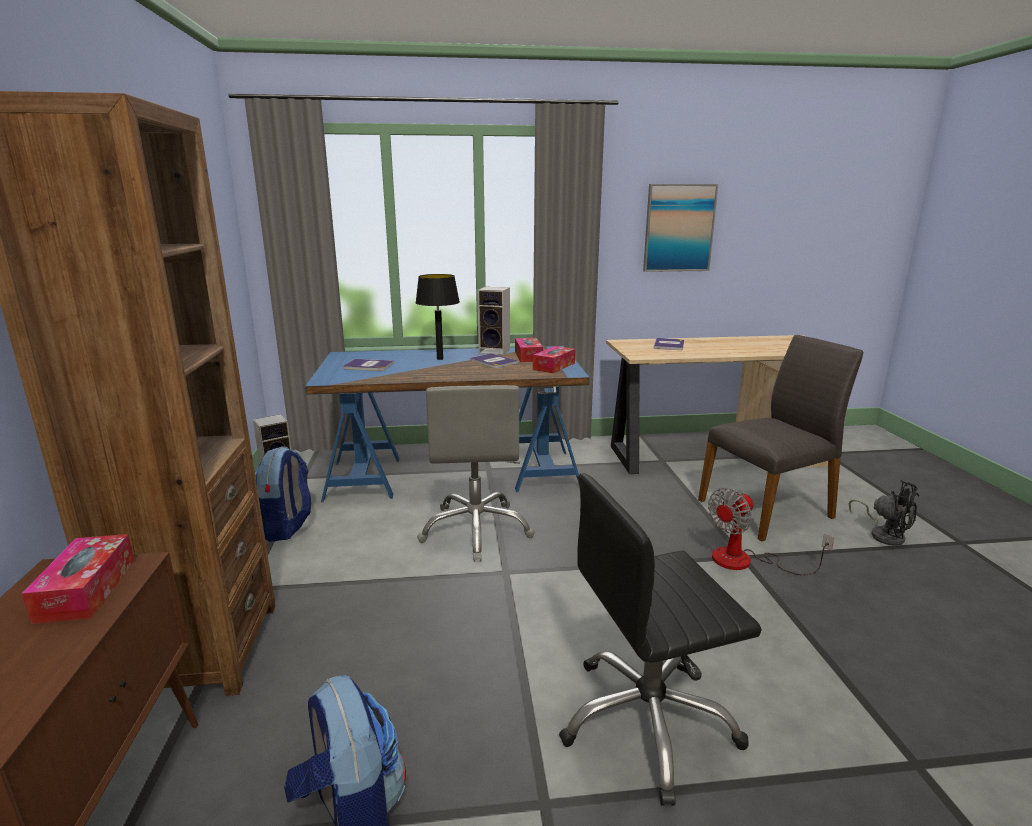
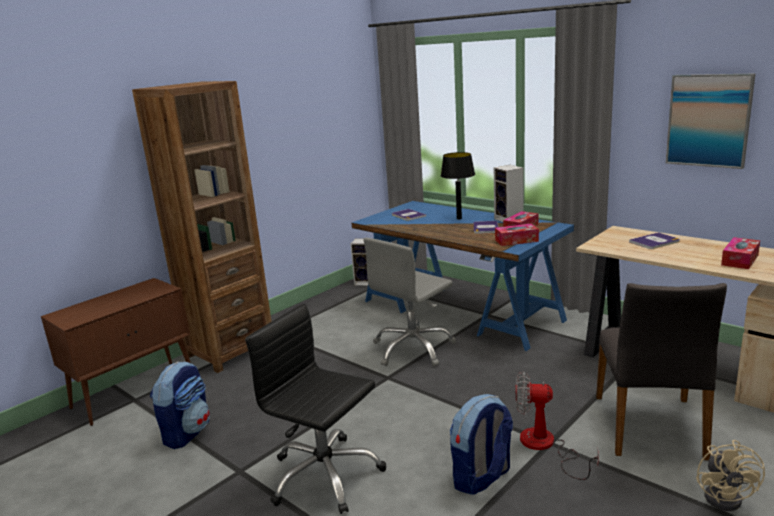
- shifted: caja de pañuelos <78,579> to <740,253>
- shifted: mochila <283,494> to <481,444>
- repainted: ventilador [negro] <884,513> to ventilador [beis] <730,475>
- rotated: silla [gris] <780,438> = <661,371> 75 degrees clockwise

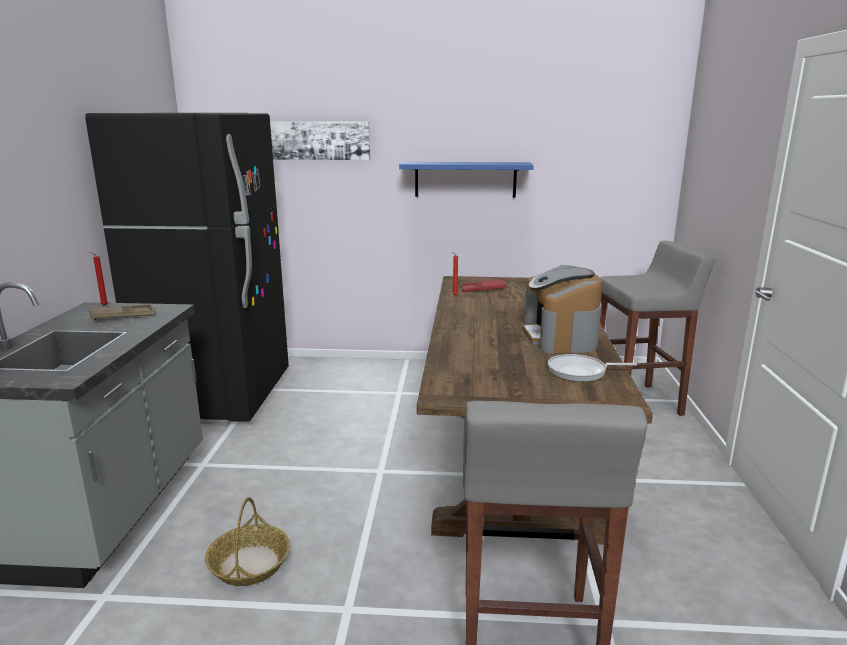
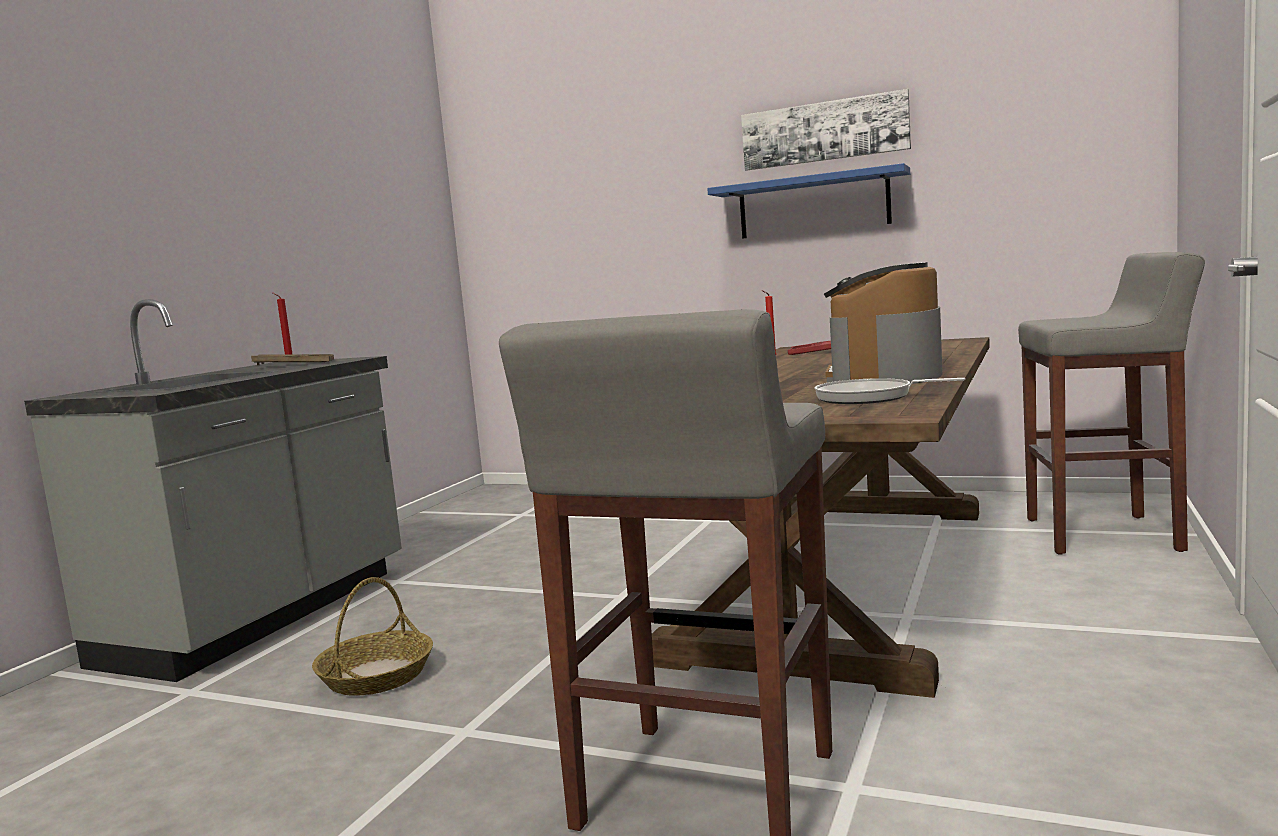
- gone: nevera [negro] <187,269>
- shifted: cuadro <320,141> to <826,130>

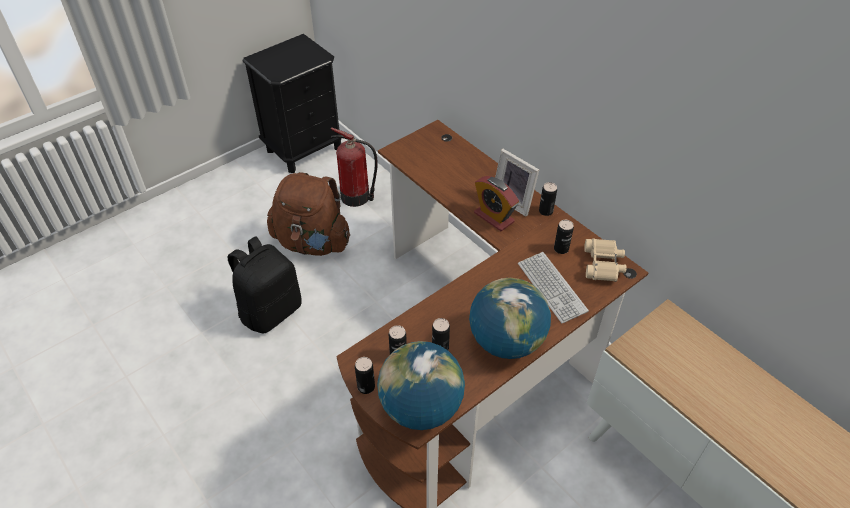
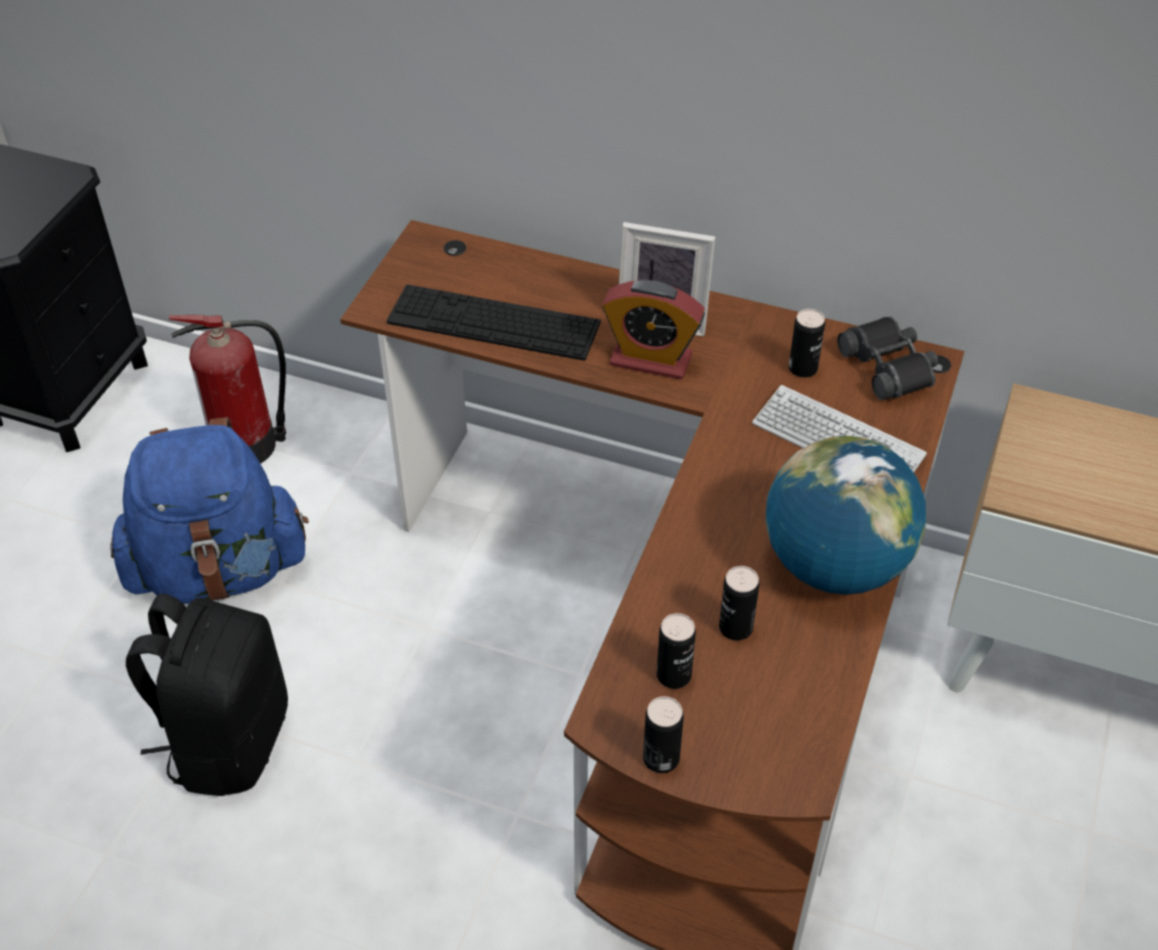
- gone: globo terráqueo <421,385>
- gone: lata <548,199>
- new: teclado <494,322>
- repainted: mochila [marrón] <308,214> to mochila [azul] <209,510>
- repainted: prismáticos [beis] <605,260> to prismáticos [negro] <887,358>

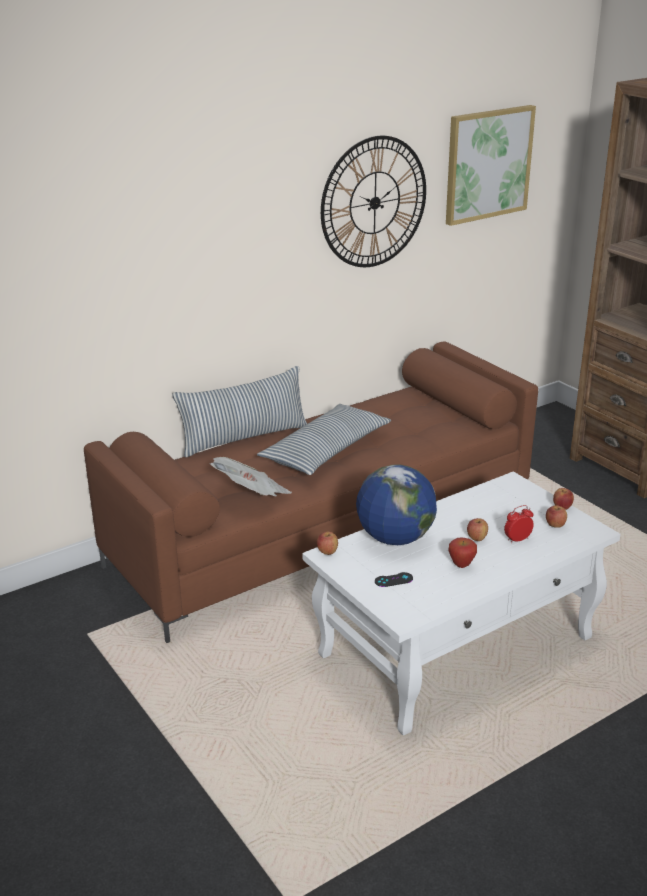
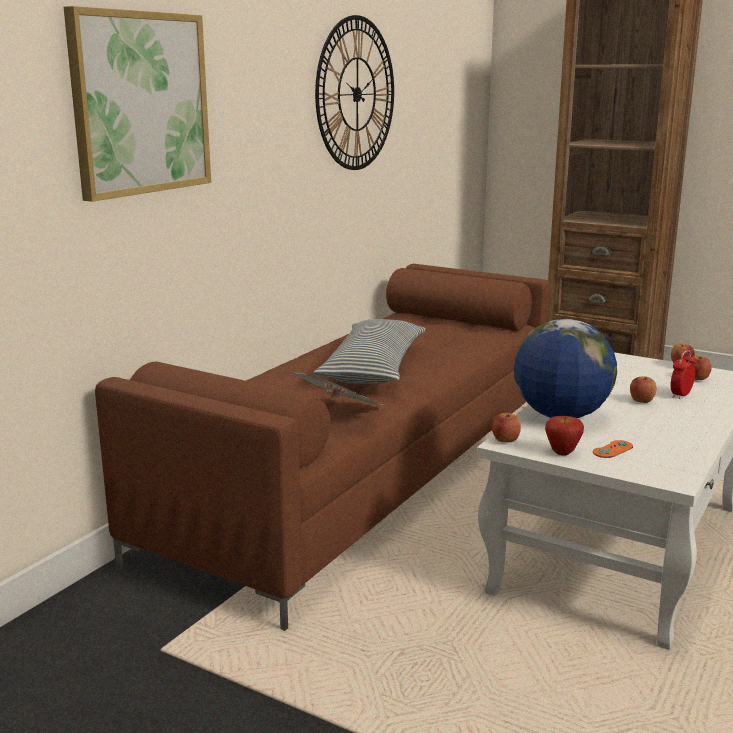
- gone: cojín <239,411>
- shifted: cuadro <491,165> to <137,104>
- shifted: manzana <462,552> to <564,436>
- repainted: mando de consola [negro] <394,579> to mando de consola [naranja] <613,449>

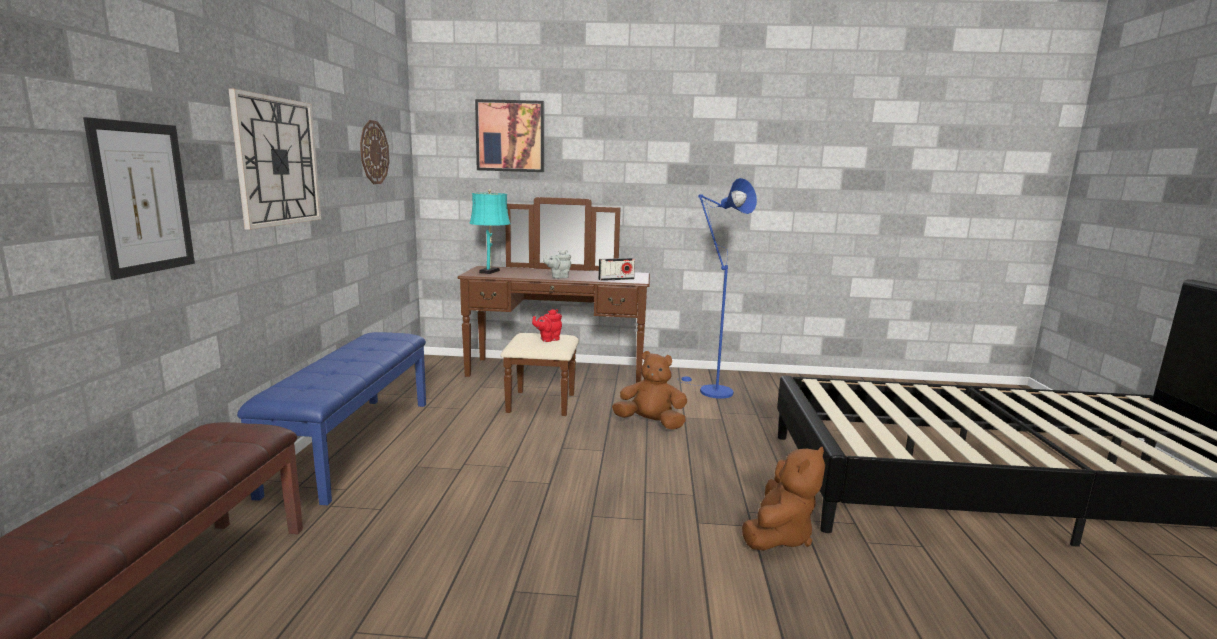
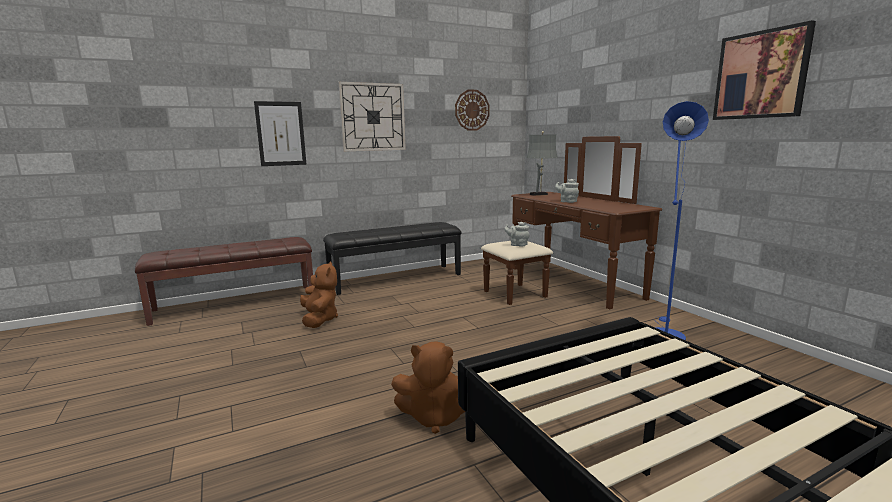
- gone: radio <616,269>
- shifted: cuadro <509,135> to <764,70>
- shifted: peluche [marrón] <649,390> to <319,294>
- repainted: banco [azul] <331,418> to banco [negro] <392,258>
- repainted: lámpara de mesa [turquesa] <490,231> to lámpara de mesa [gris] <542,163>
- repainted: tetera [rojo] <547,325> to tetera [gris] <517,234>

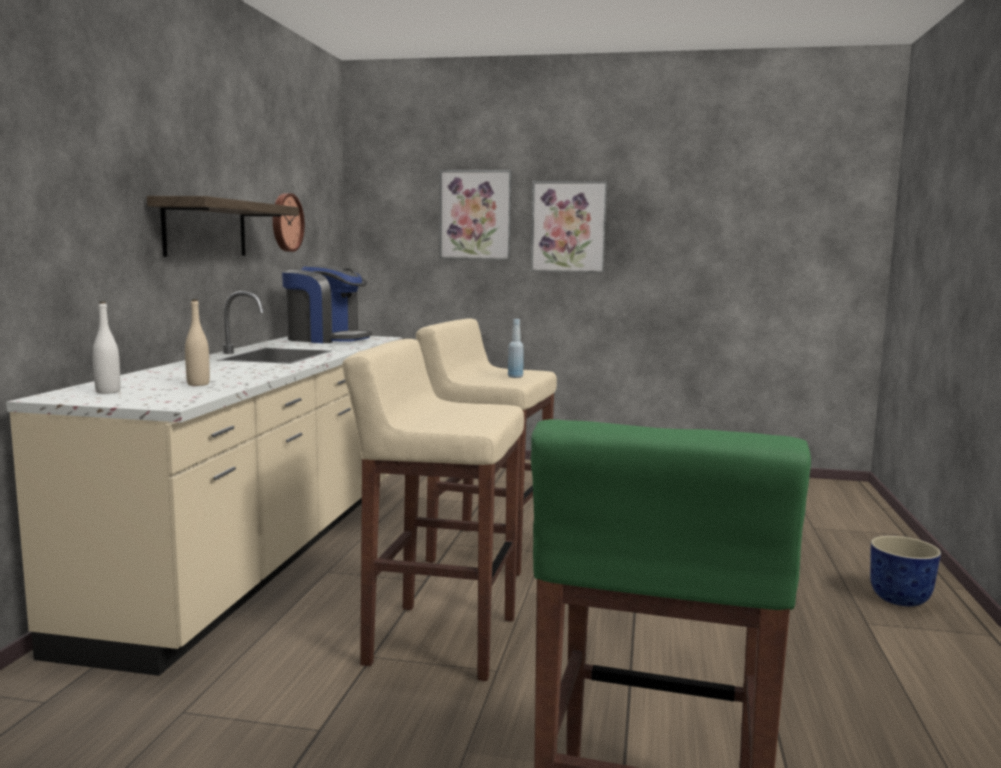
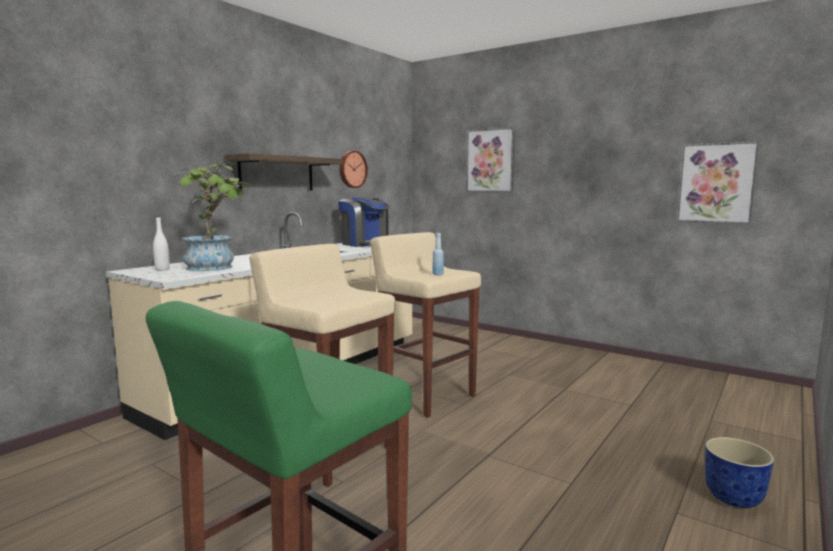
- shifted: cuadro <569,227> to <718,182>
- swapped: botella [beis] <197,342> to planta en maceta <212,216>

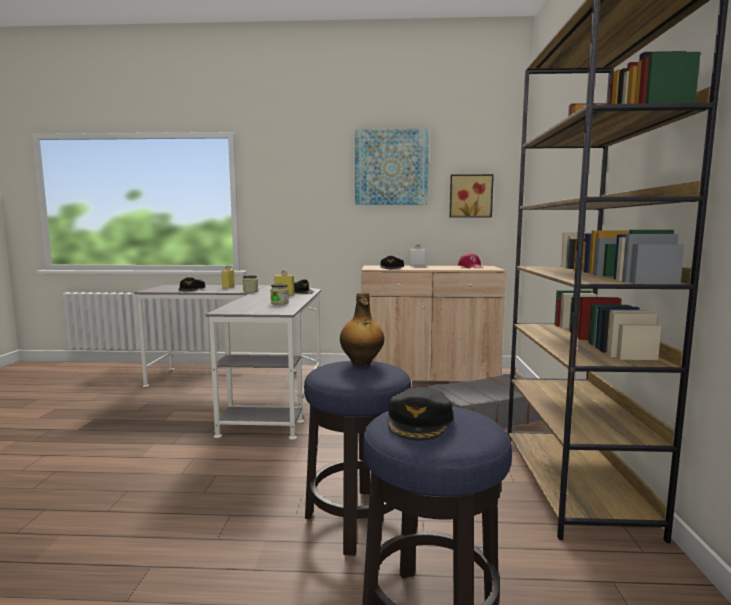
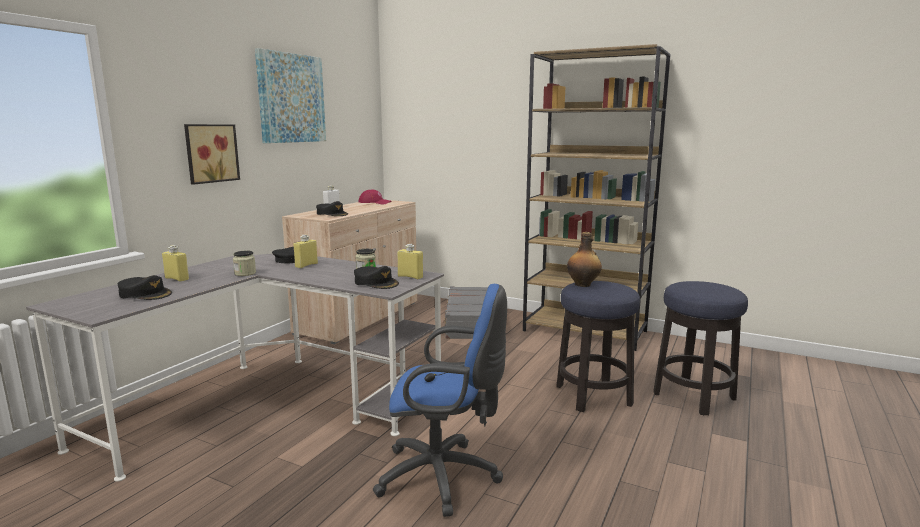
- new: silla de oficina [azul] <440,400>
- new: botella [amarillo] <410,261>
- shifted: gorra [negro] <420,413> to <376,277>
- shifted: cuadro <472,195> to <212,154>

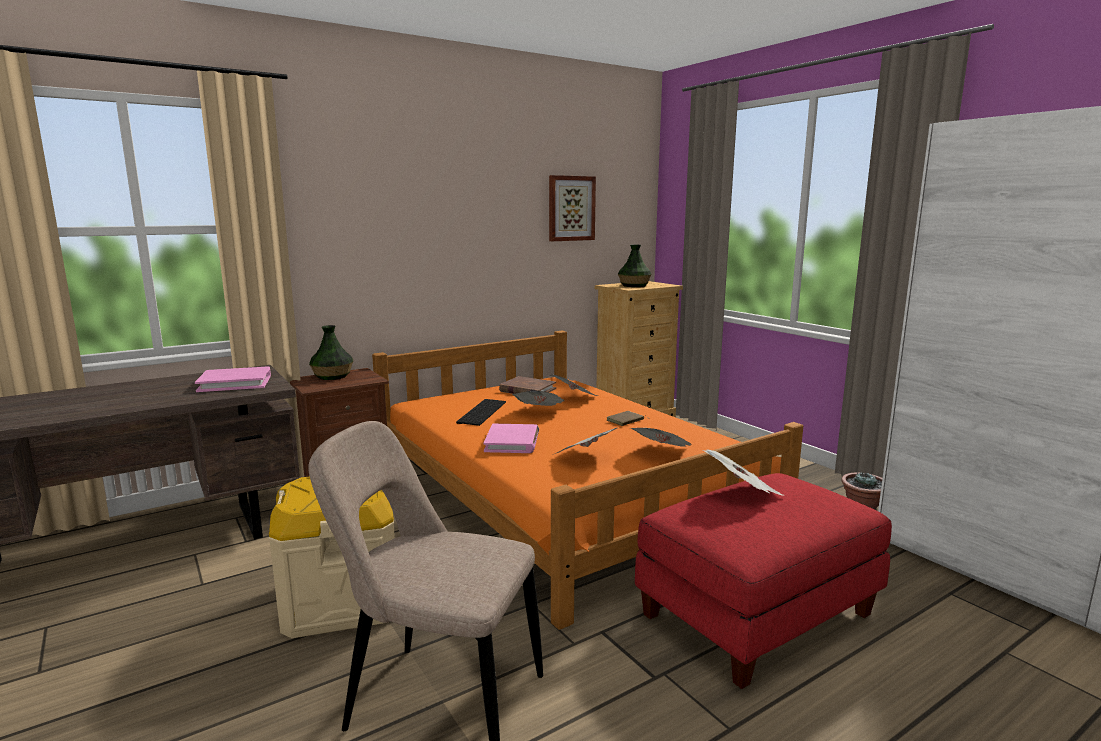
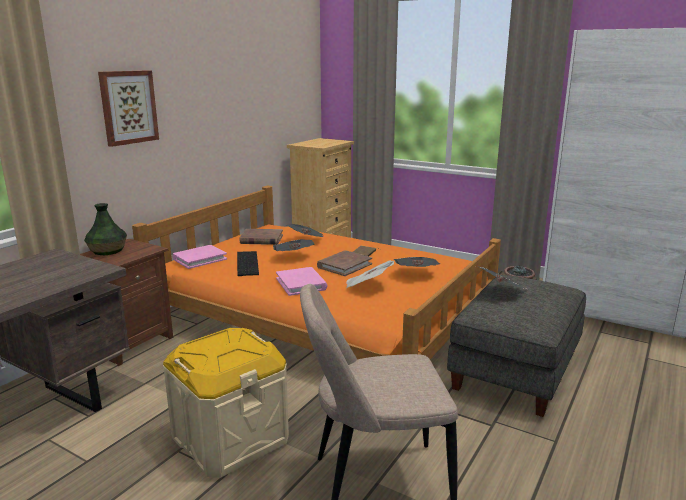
- gone: florero <635,266>
- new: libro [marrón] <344,263>
- shifted: libro [rosa] <233,379> to <200,257>
- shifted: cuadro <572,208> to <128,108>
- repainted: puf [rojo] <763,581> to puf [gris] <516,346>

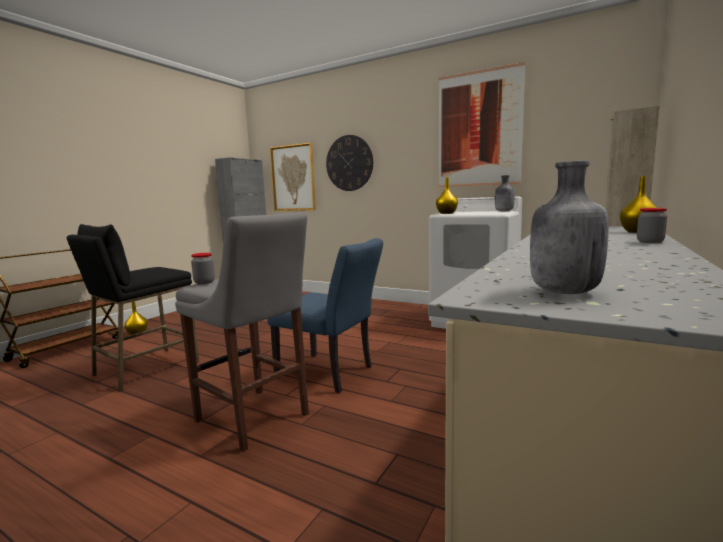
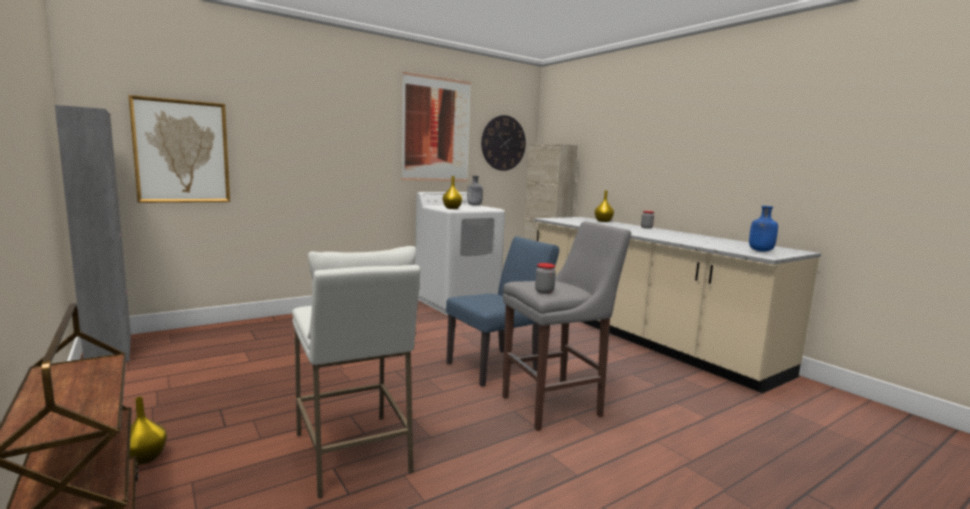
- shifted: reloj de pared <349,163> to <503,143>
- repainted: taburete [negro] <133,307> to taburete [blanco] <356,372>
- repainted: botella [gris] <569,227> to botella [azul] <763,229>

